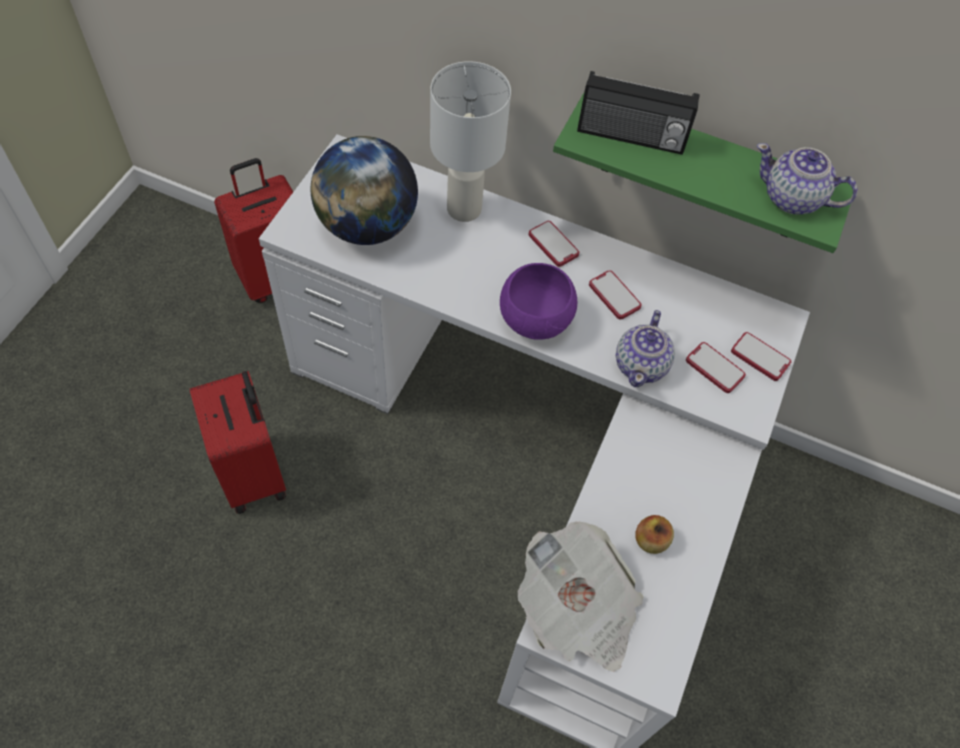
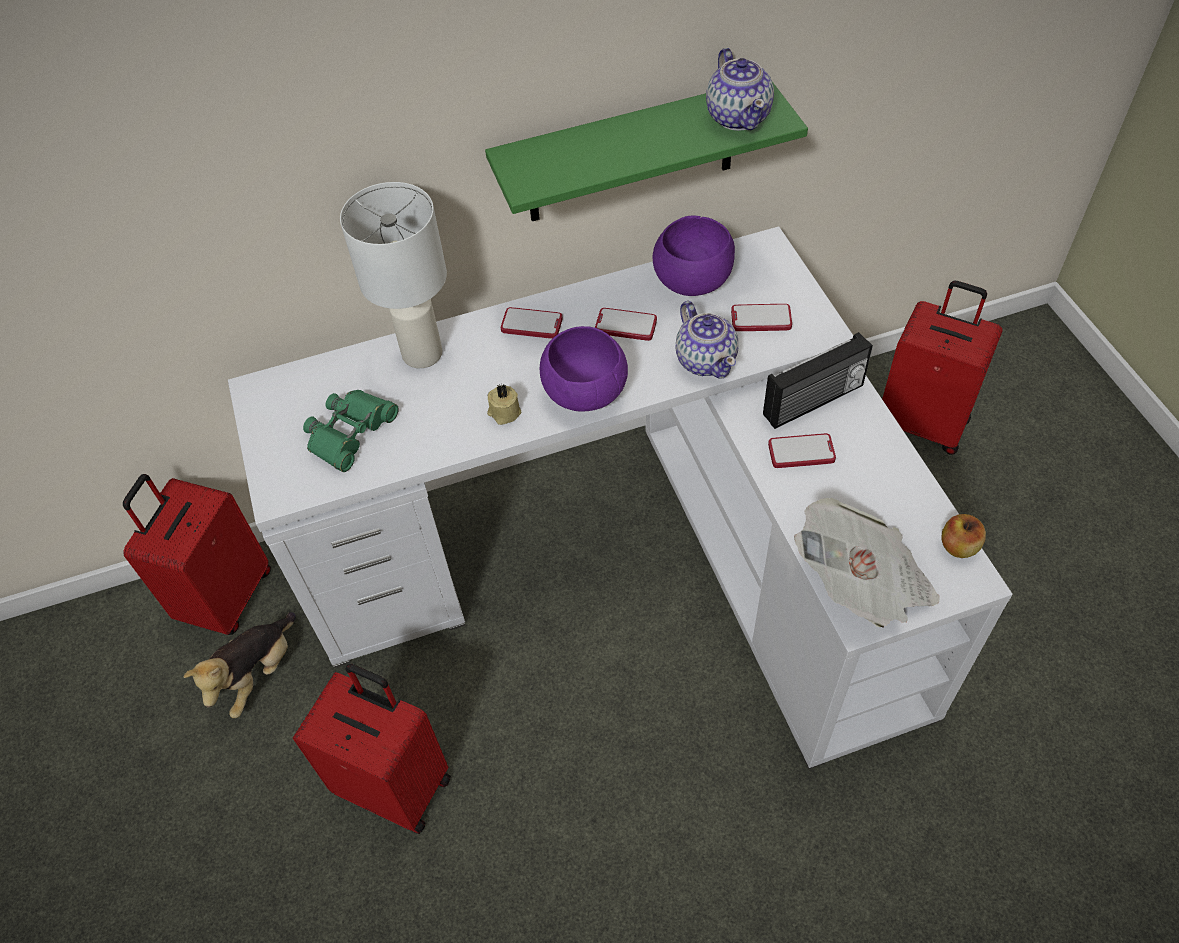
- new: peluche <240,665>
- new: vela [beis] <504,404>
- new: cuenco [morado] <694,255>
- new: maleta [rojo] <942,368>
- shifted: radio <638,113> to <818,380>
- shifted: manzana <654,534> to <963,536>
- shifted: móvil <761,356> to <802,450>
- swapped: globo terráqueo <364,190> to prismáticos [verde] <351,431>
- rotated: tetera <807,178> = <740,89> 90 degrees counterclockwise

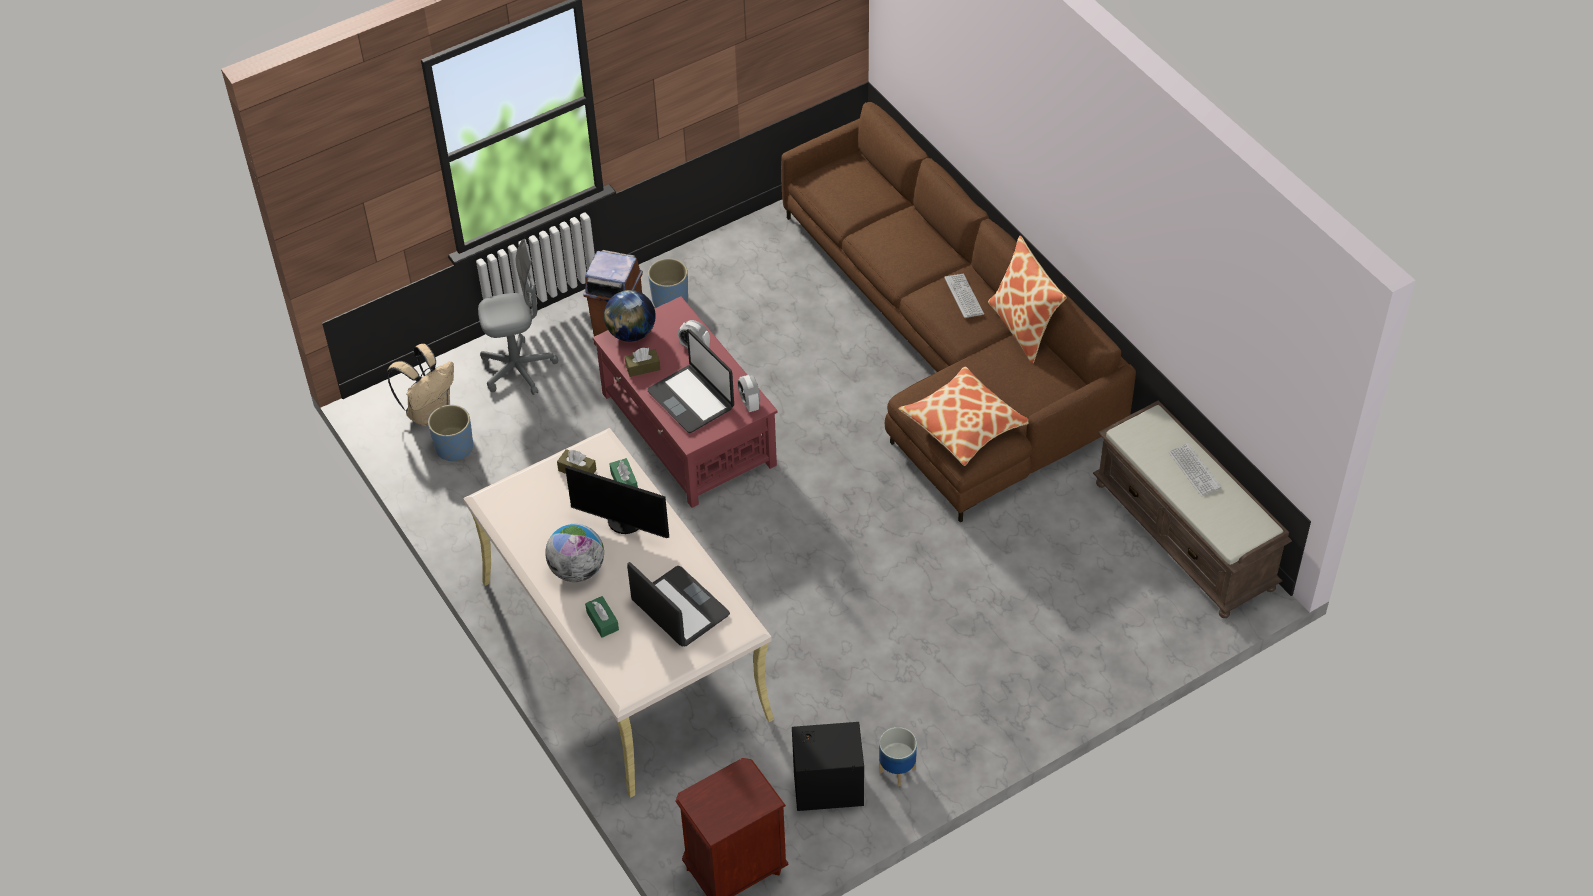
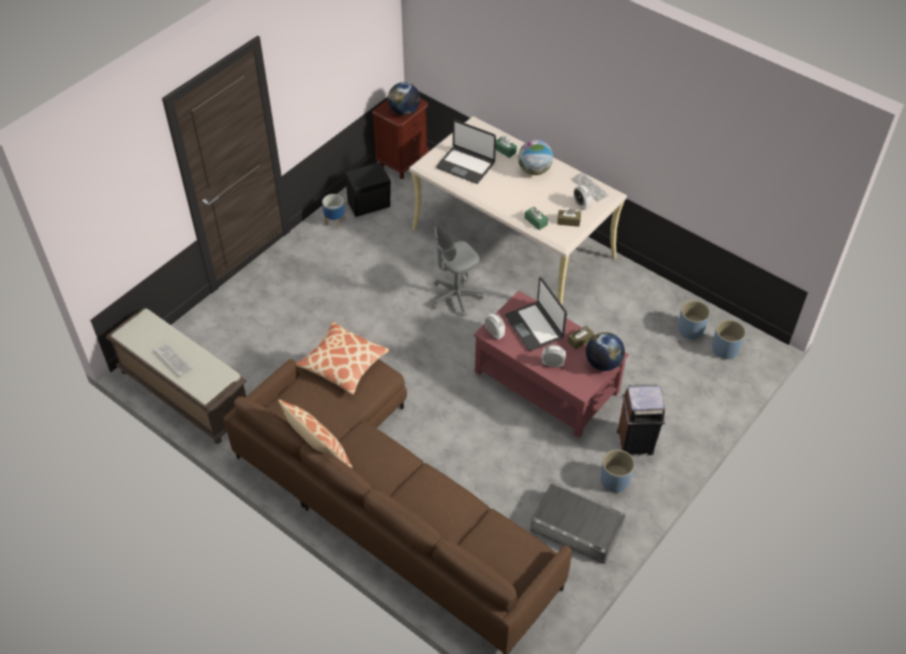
- gone: monitor <617,501>
- new: globo terráqueo <404,99>
- new: caja de almacenaje [gris] <578,523>
- new: despertador <583,197>
- shifted: silla de oficina [gris] <518,317> to <458,267>
- shifted: teclado <964,296> to <590,187>
- swapped: mochila [beis] <420,385> to maceta [azul] <729,339>
- rotated: portátil <690,381> = <536,314> 150 degrees counterclockwise

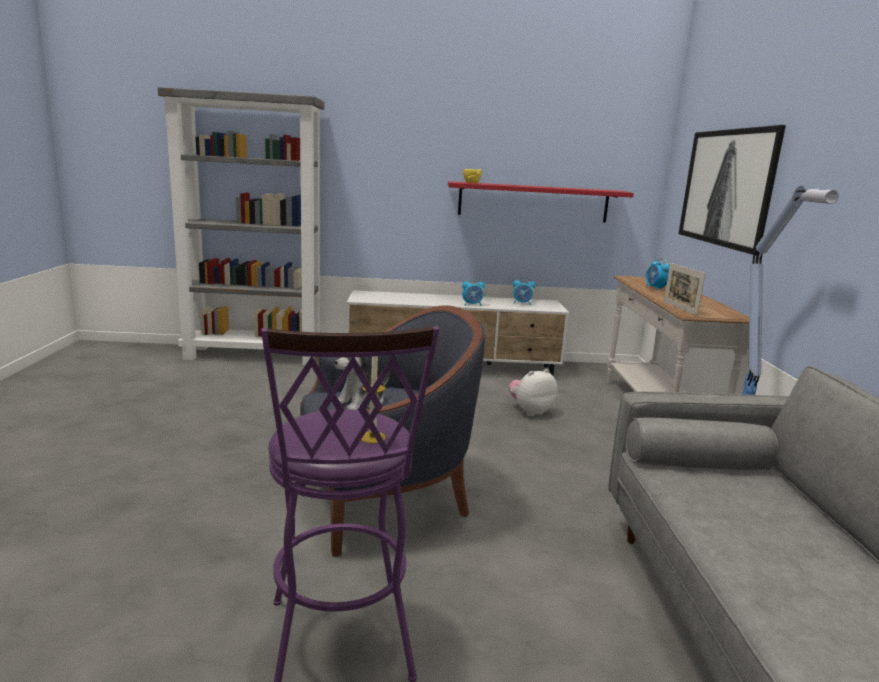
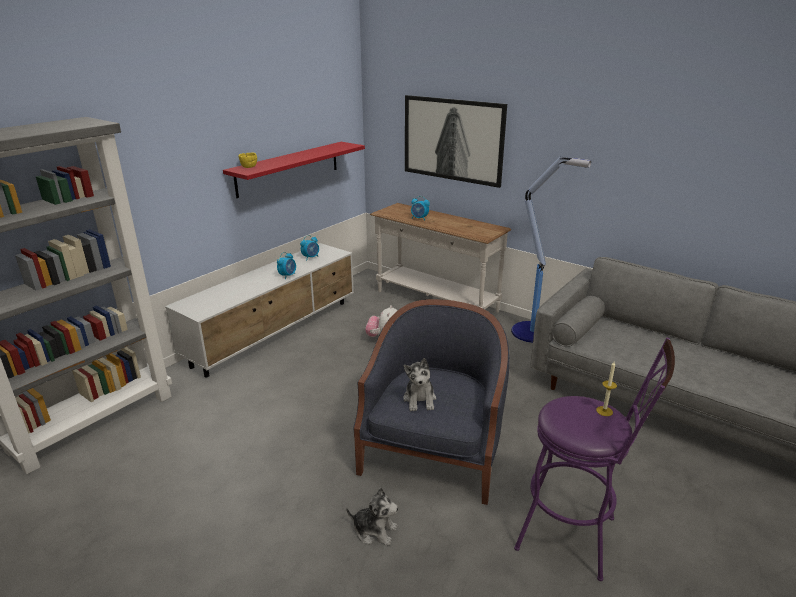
- gone: portarretratos <685,289>
- new: peluche <372,516>

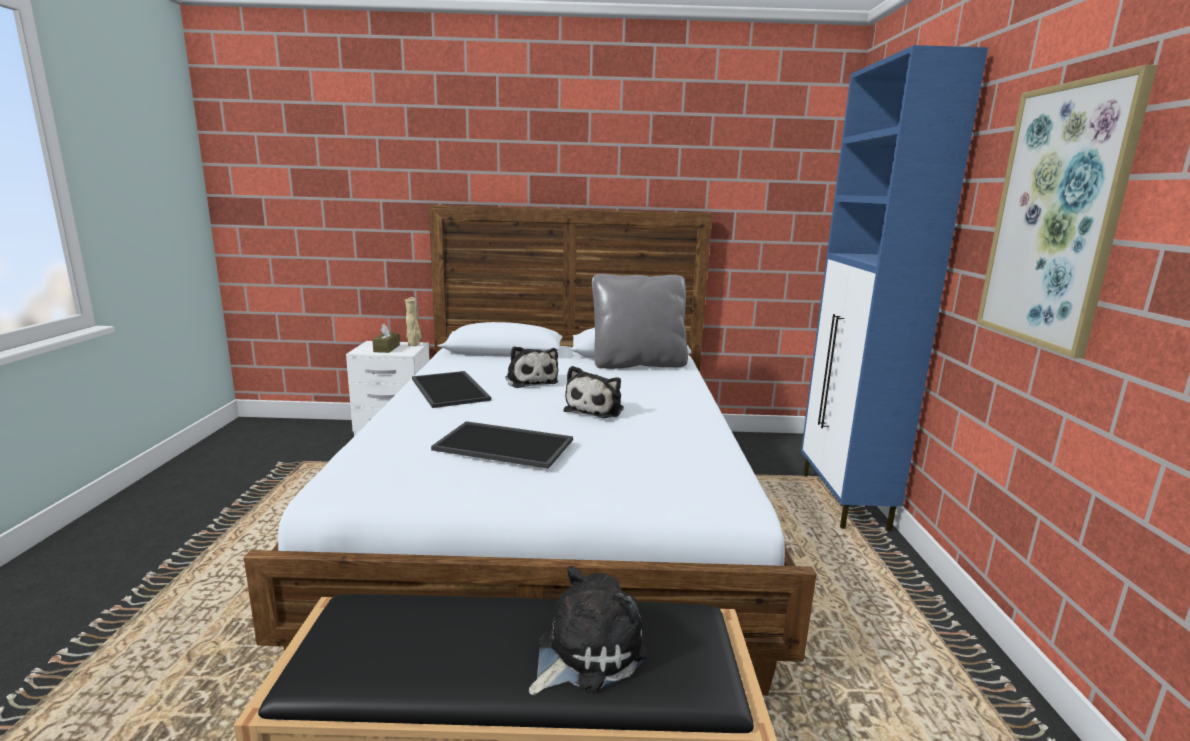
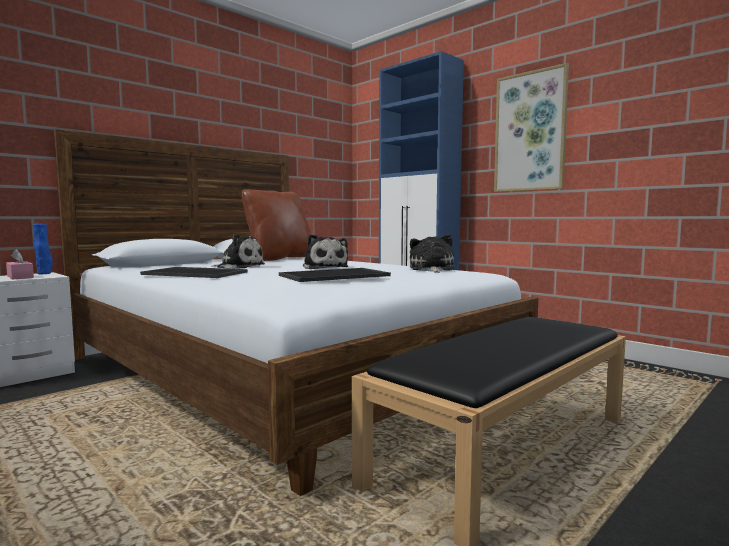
- shifted: peluche <588,630> to <432,253>
- repainted: caja de pañuelos [marrón] <386,338> to caja de pañuelos [rosa] <20,264>
- repainted: florero [beis] <413,321> to florero [azul] <43,248>
- repainted: cojín [gris] <640,321> to cojín [marrón] <276,225>

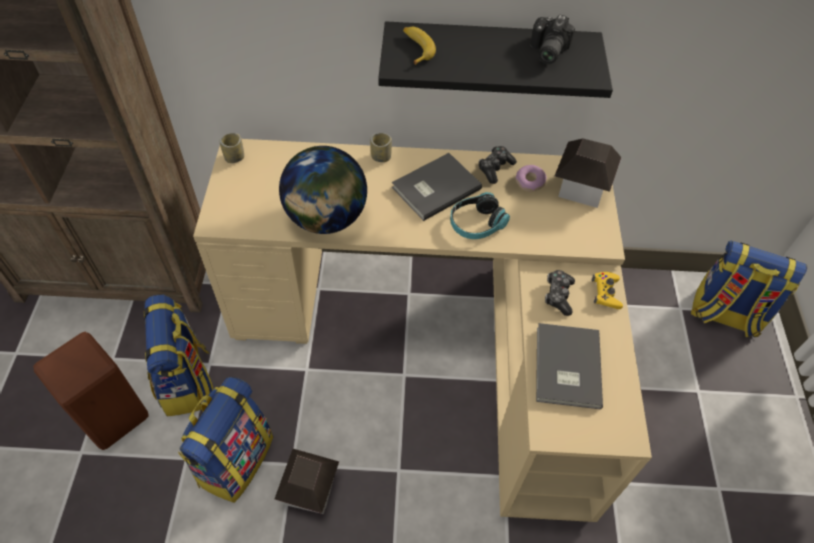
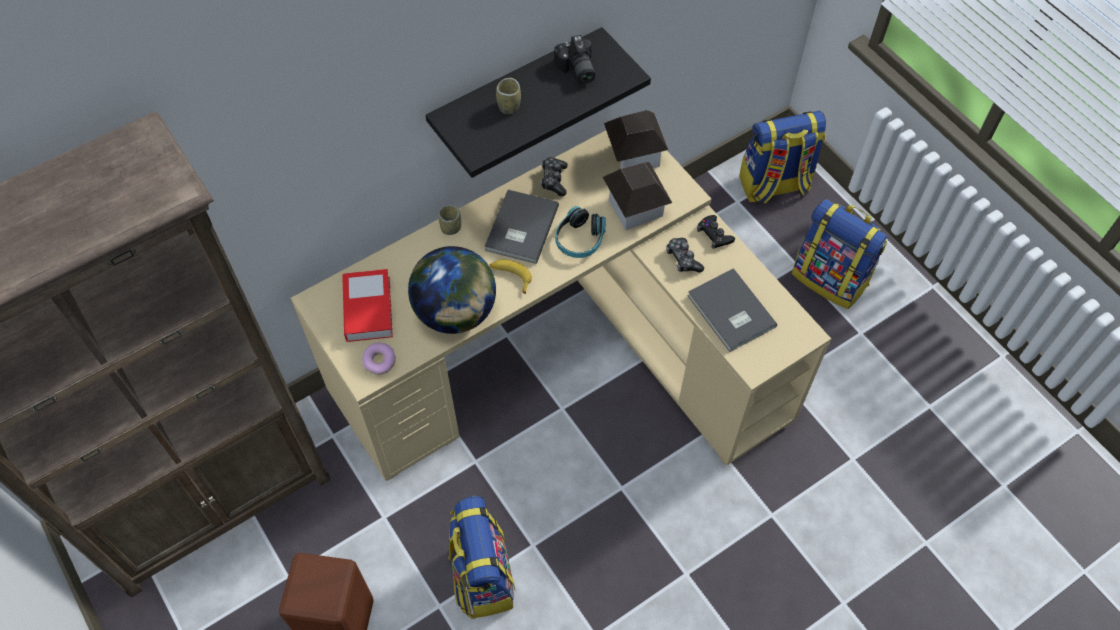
- new: libro <367,305>
- shifted: mochila <178,356> to <839,254>
- shifted: taza <231,148> to <508,96>
- shifted: casita <307,481> to <637,196>
- shifted: plátano <419,46> to <511,277>
- shifted: rosquilla <531,178> to <379,359>
- repainted: mando de consola [amarillo] <607,290> to mando de consola [negro] <716,232>

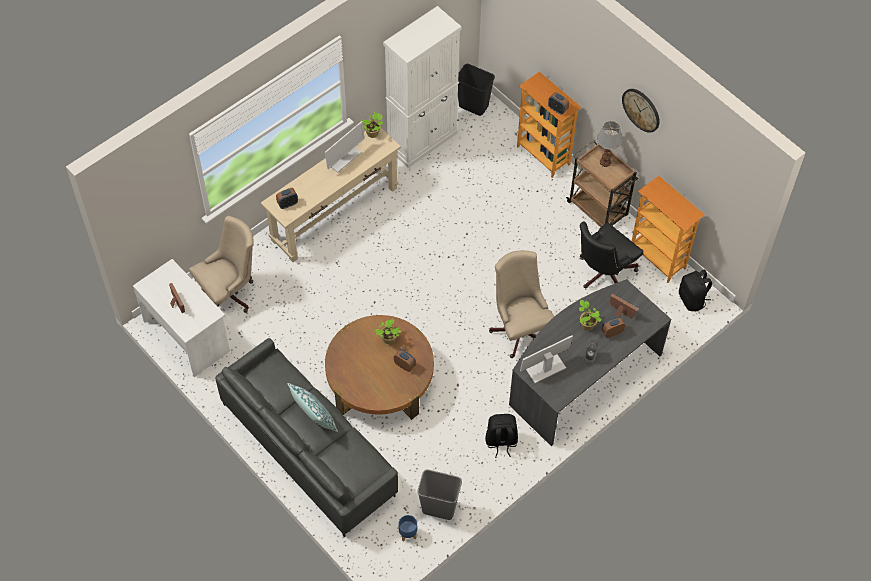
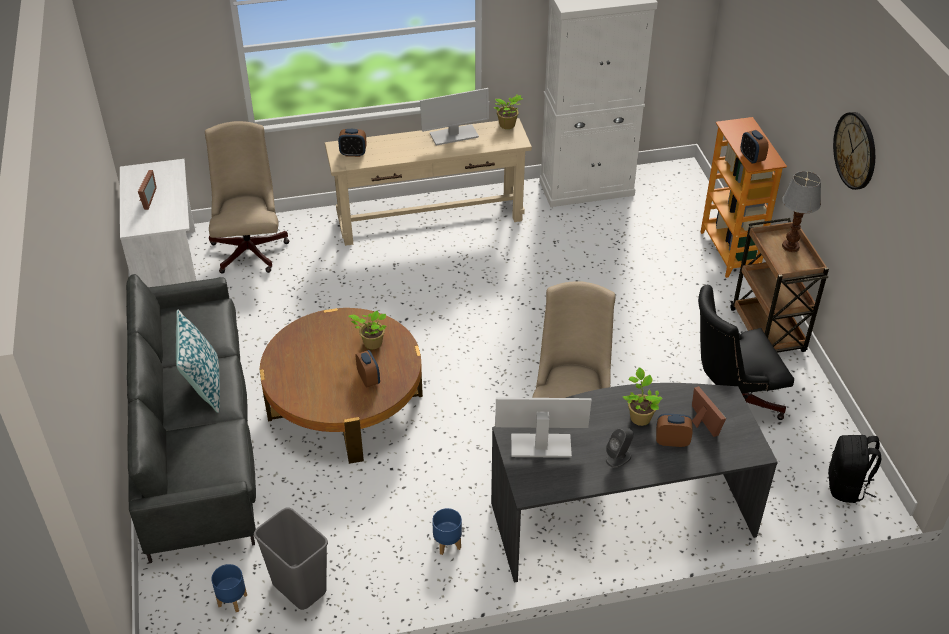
- gone: papelera [negro] <476,90>
- gone: estantería <668,229>
- swapped: mochila [negro] <501,436> to maceta [azul] <447,531>
- rotated: silla de oficina [beis] <221,264> = <247,197> 90 degrees counterclockwise

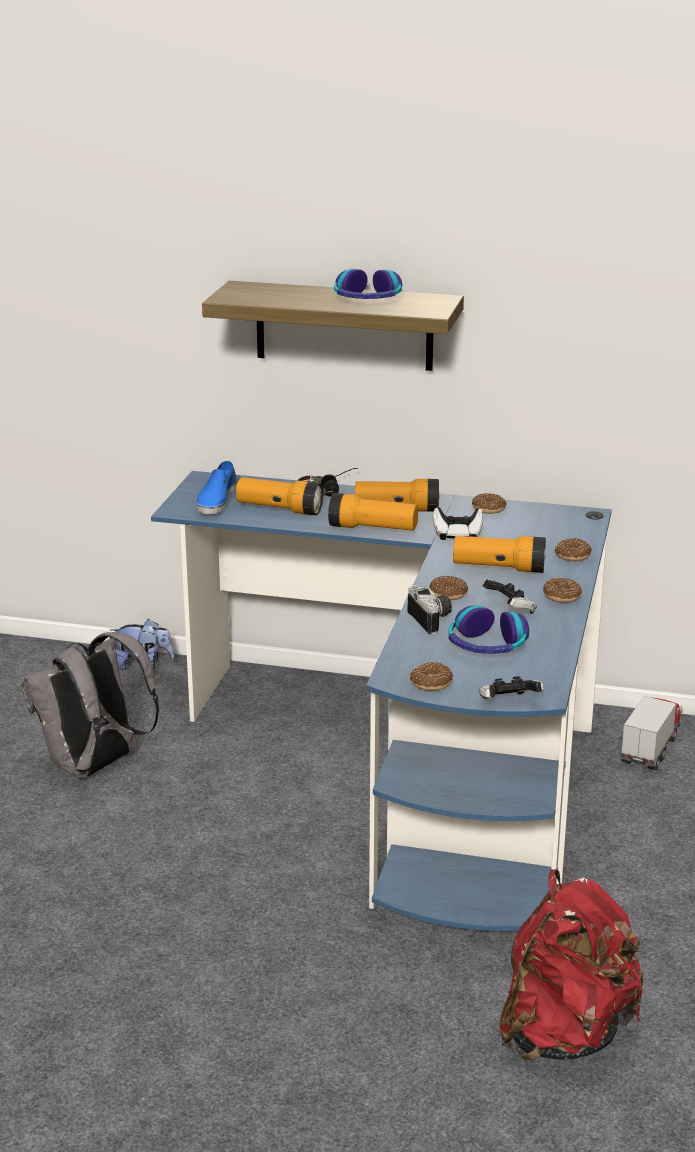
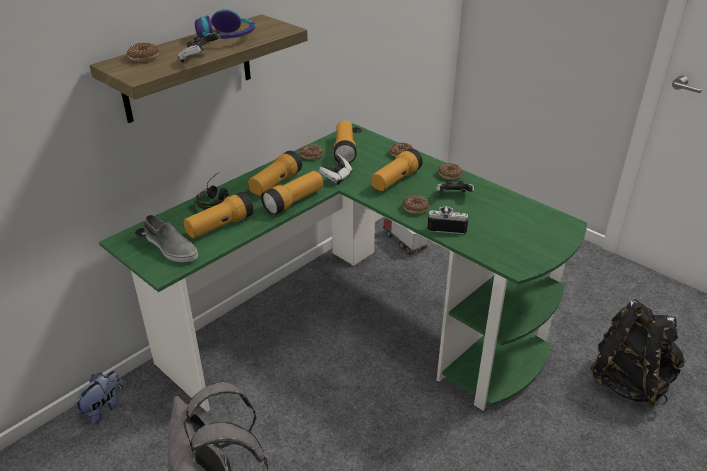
- gone: auriculares <489,629>
- new: linterna <345,142>
- shifted: rosquilla <431,676> to <143,52>
- shifted: mando de consola <511,687> to <198,47>
- repainted: escritorio [azul] <381,701> to escritorio [verde] <343,267>
- repainted: zapato [azul] <216,487> to zapato [gris] <171,238>
- repainted: mochila [rojo] <571,964> to mochila [negro] <638,353>

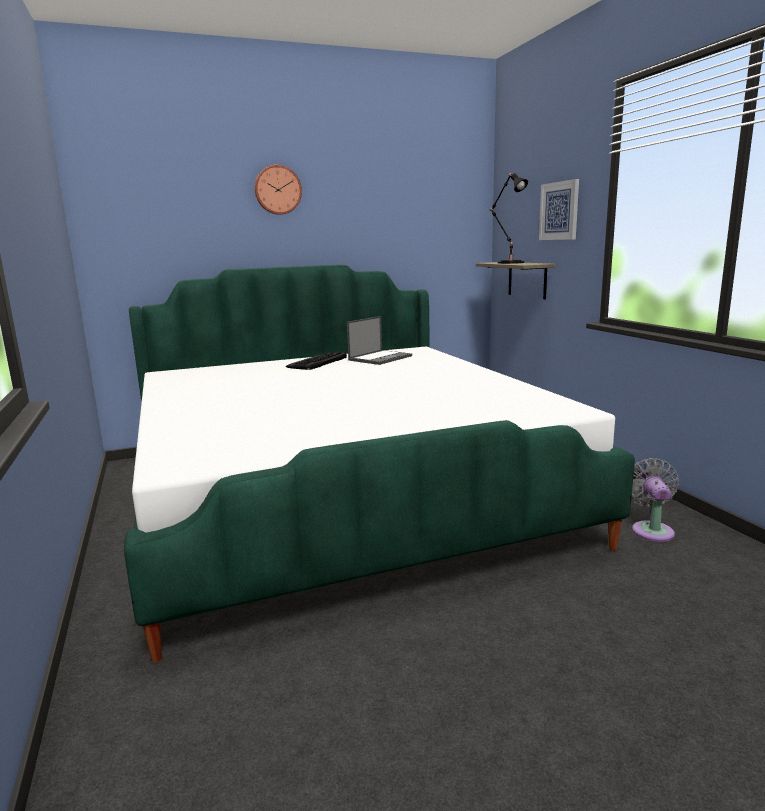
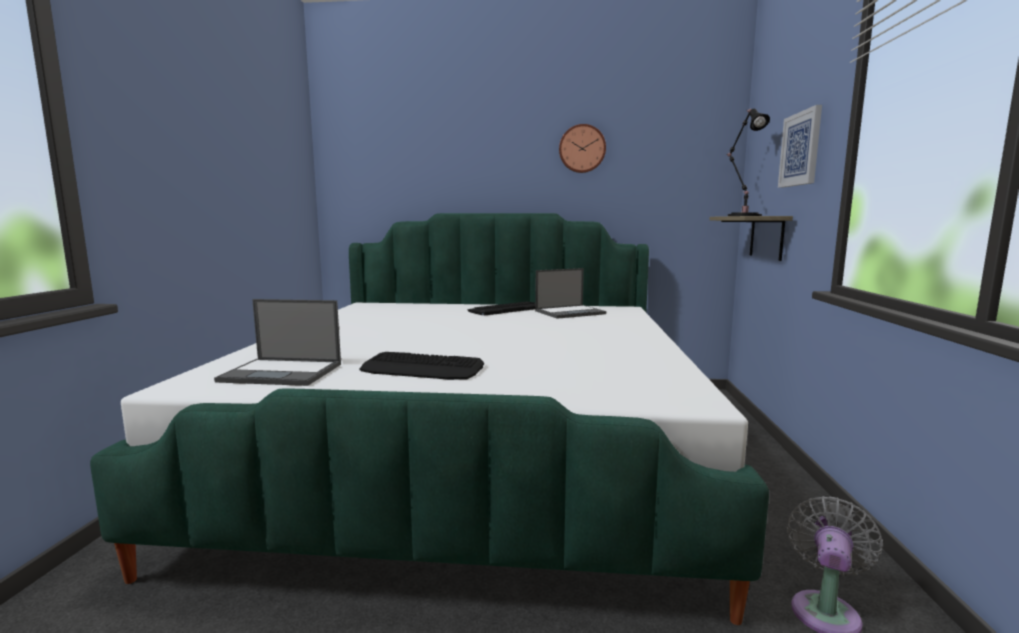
- new: portátil <277,342>
- new: teclado <422,366>
- shifted: reloj de pared <278,190> to <582,148>

